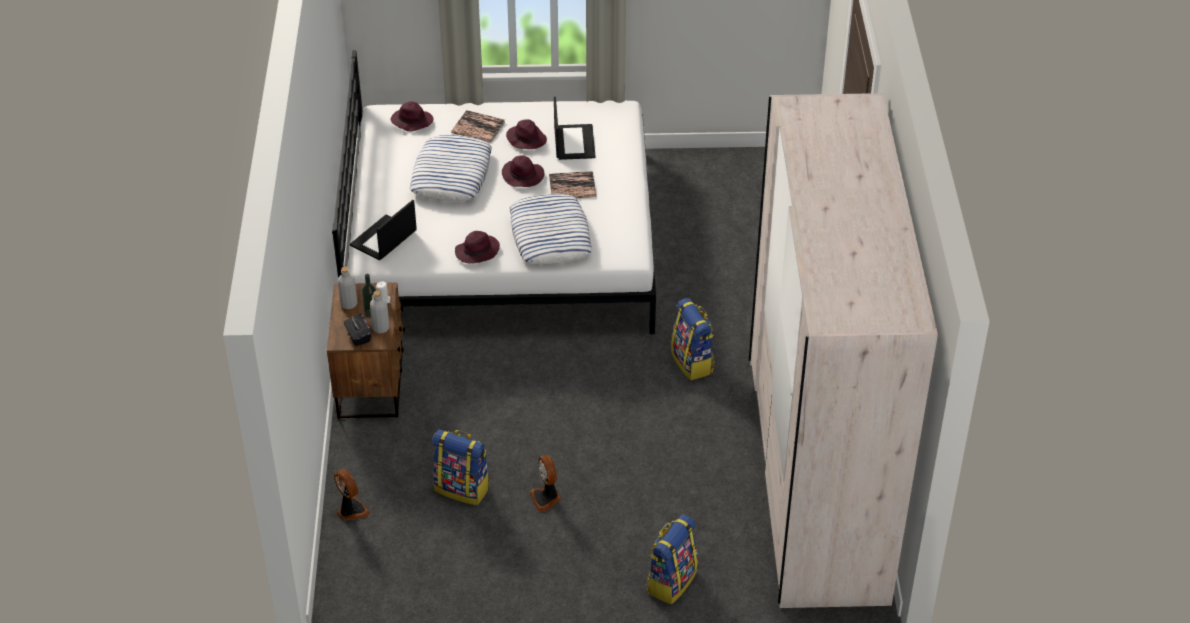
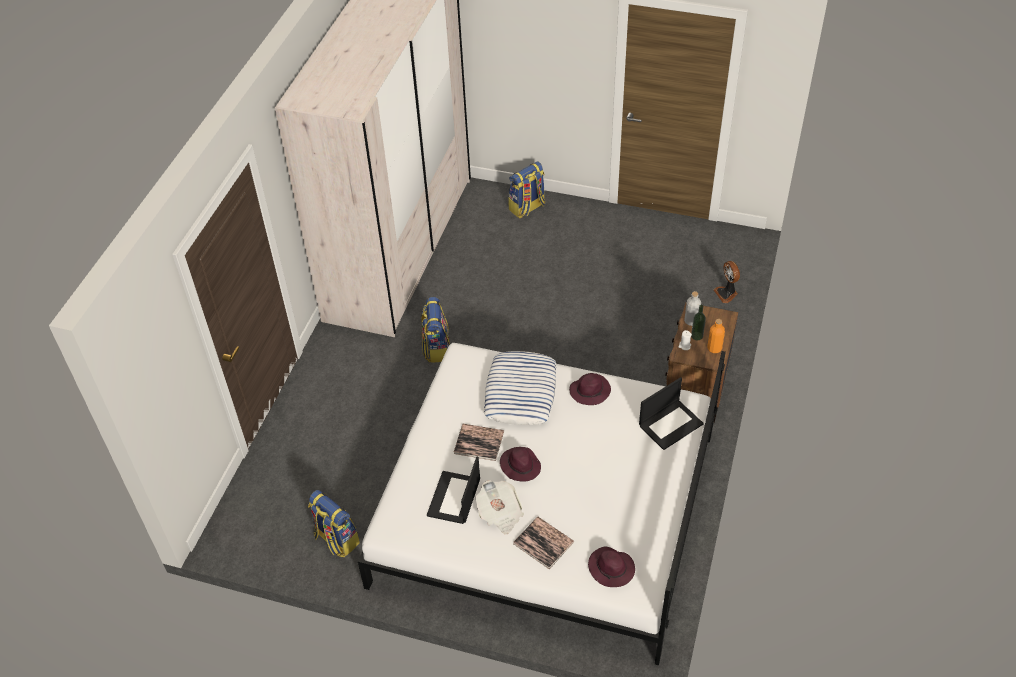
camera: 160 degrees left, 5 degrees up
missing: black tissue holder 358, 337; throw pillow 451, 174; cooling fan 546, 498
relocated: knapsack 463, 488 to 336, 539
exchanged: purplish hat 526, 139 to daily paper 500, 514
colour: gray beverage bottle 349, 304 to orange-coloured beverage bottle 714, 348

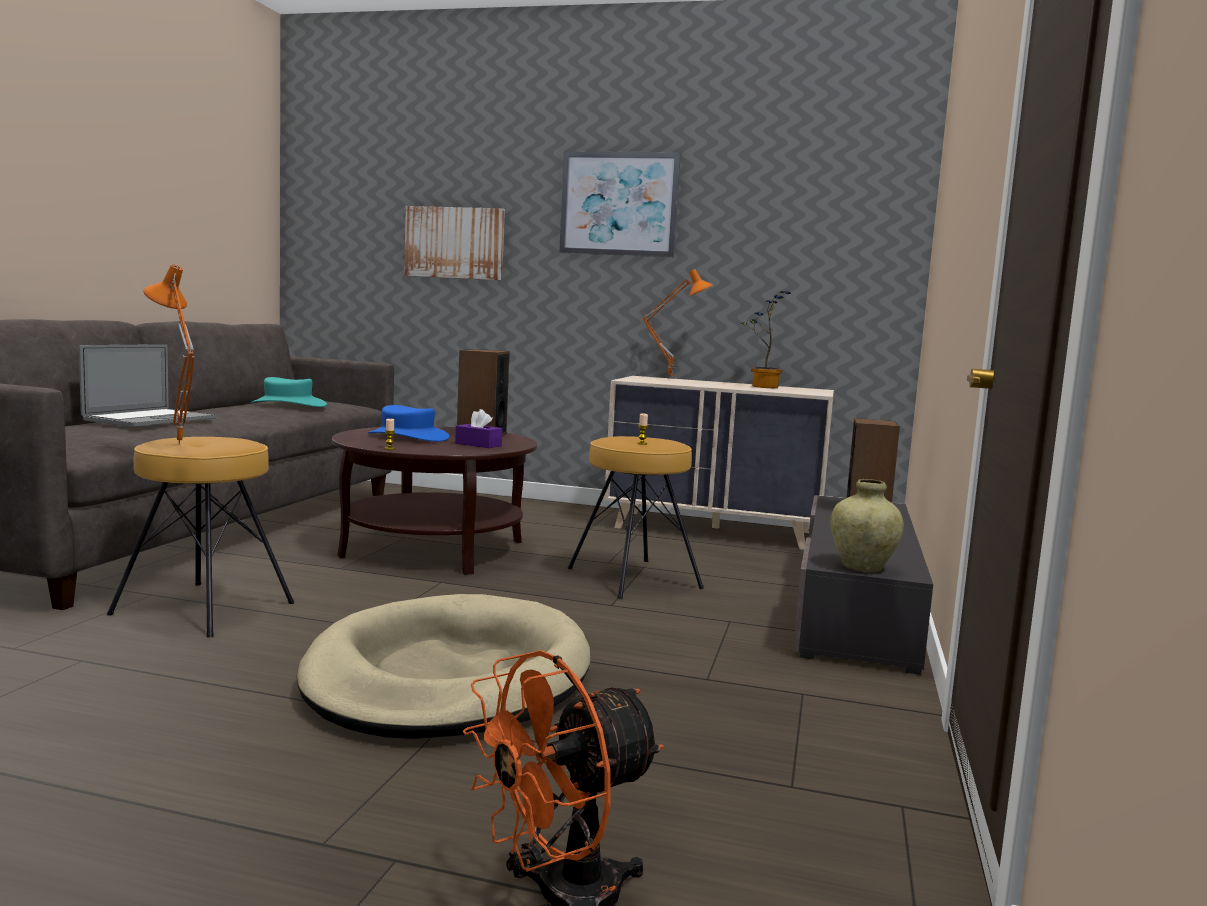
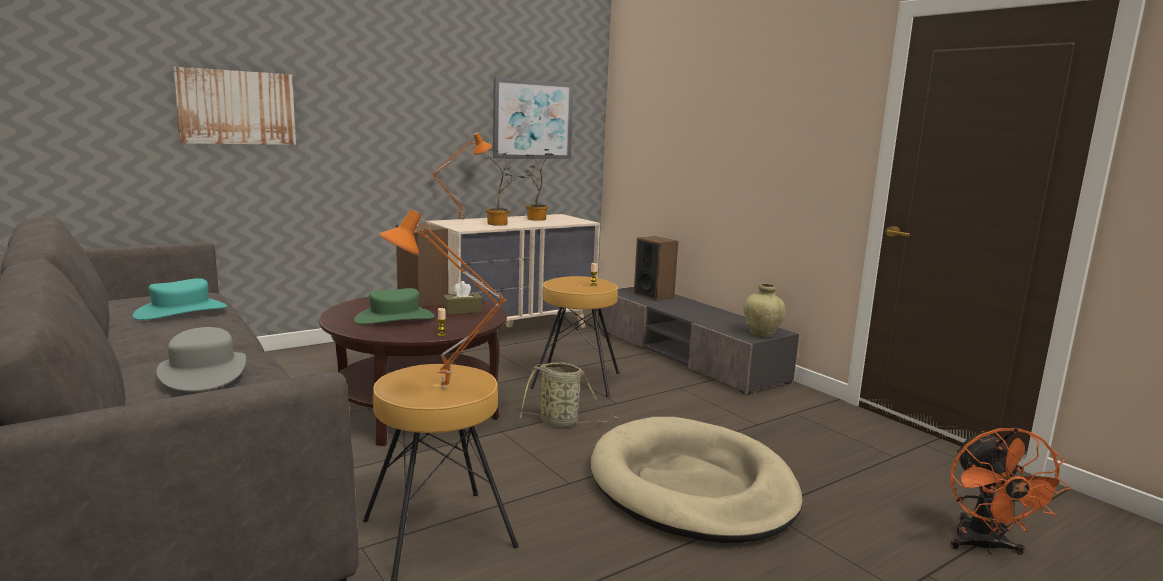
camera: 50 degrees left, 5 degrees up
appeared: plant in a pot 500, 224; household basket 562, 423
relocated: picture 619, 204 to 533, 120
exchanged: portable computer 151, 419 to gray hat 203, 372
colour: blue hat 408, 437 to greenish hat 394, 318; purplish tissue holder 478, 444 to brown tissue holder 462, 311

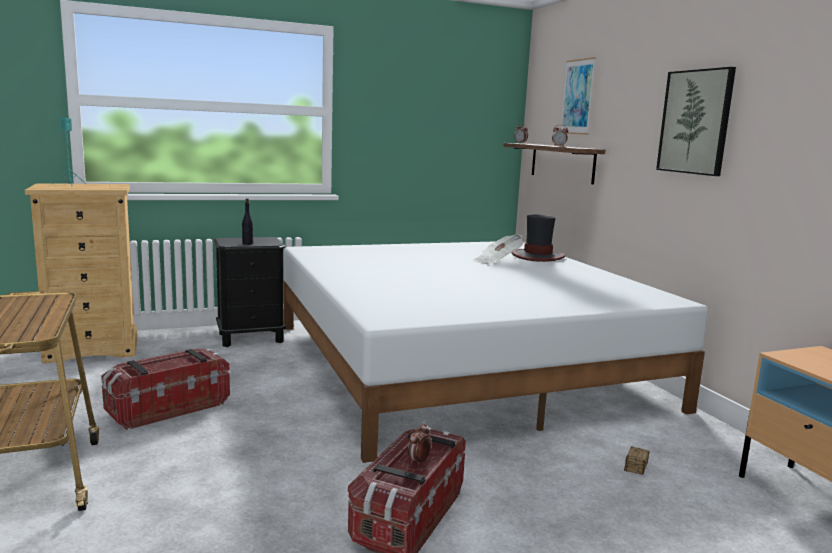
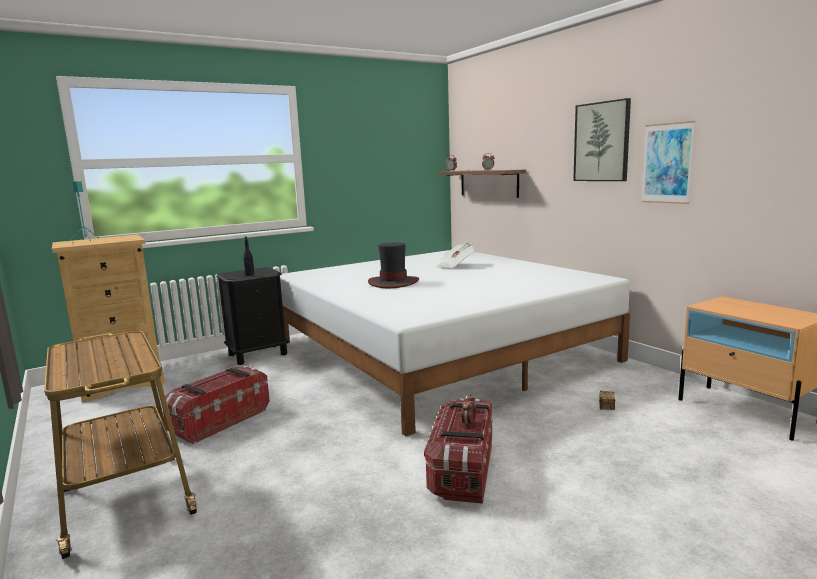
camera: 10 degrees left, 0 degrees up
relocated: hat 537, 256 to 393, 282; picture 577, 97 to 667, 163

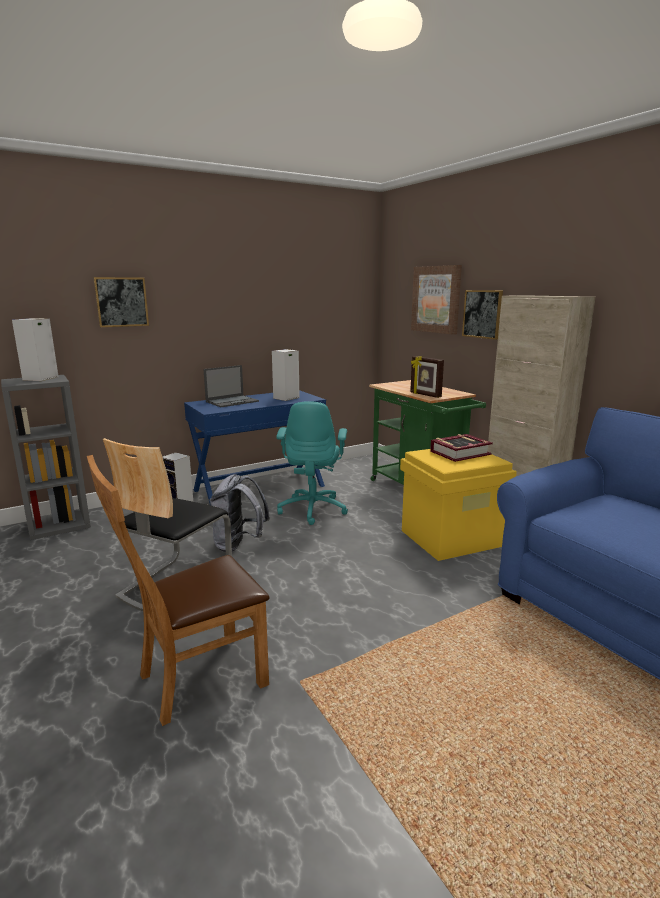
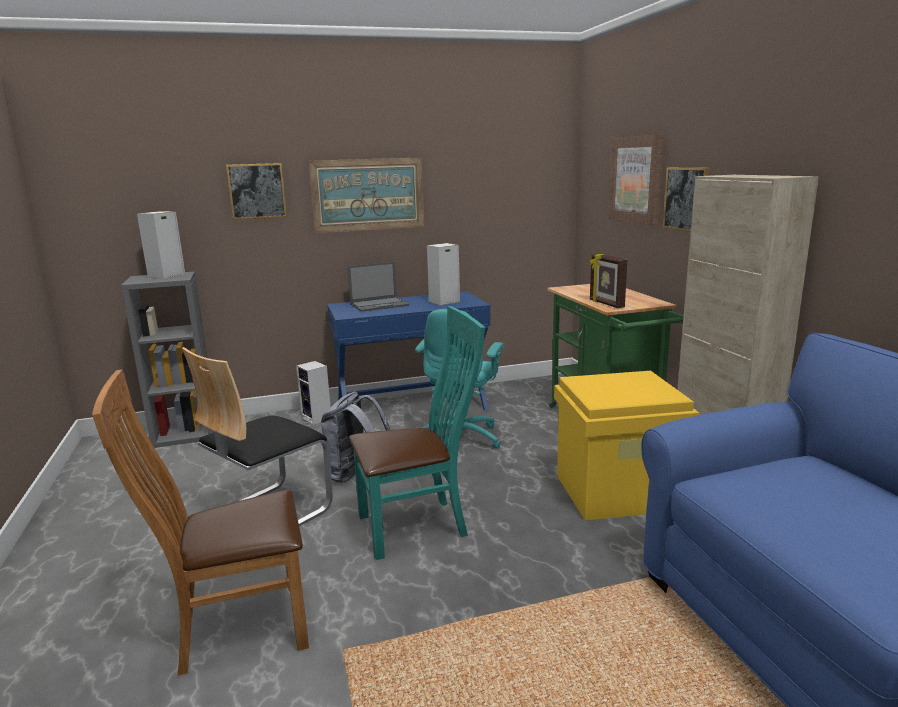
camera: 15 degrees right, 0 degrees up
missing: bound book 460, 453
appeared: picture 368, 194; blue-green plain chair 419, 525

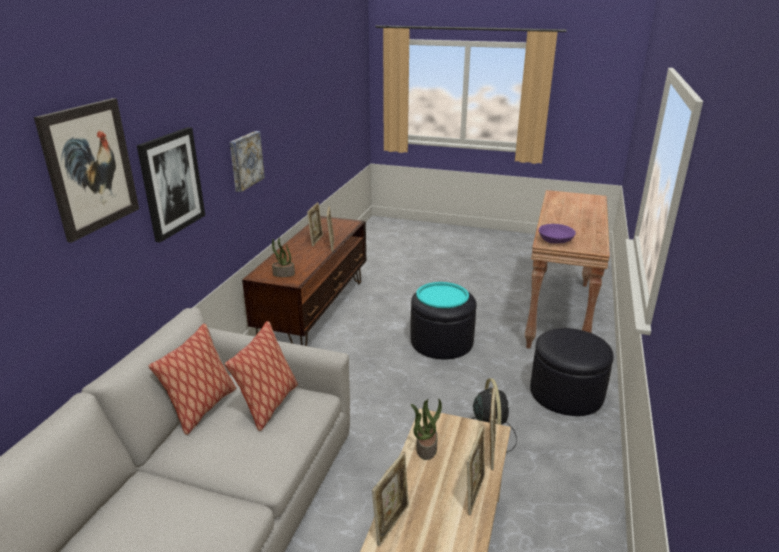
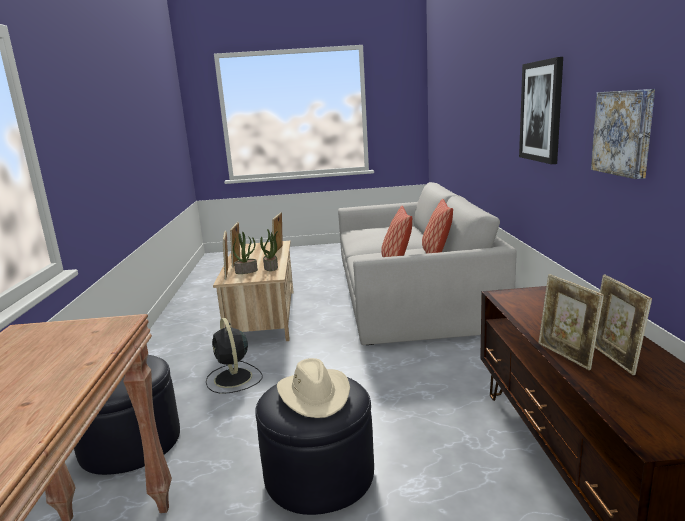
camera: 160 degrees right, 10 degrees down
missing: picture 90, 168; purplish deep dish 555, 240
relocated: plant in a pot 283, 274 to 246, 271
exchanged: blue-green serving tray 442, 296 to beige-coloured hat 315, 395

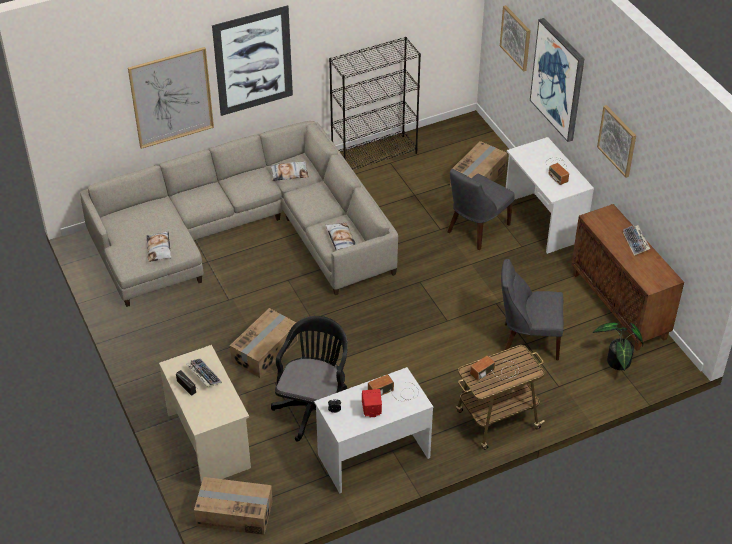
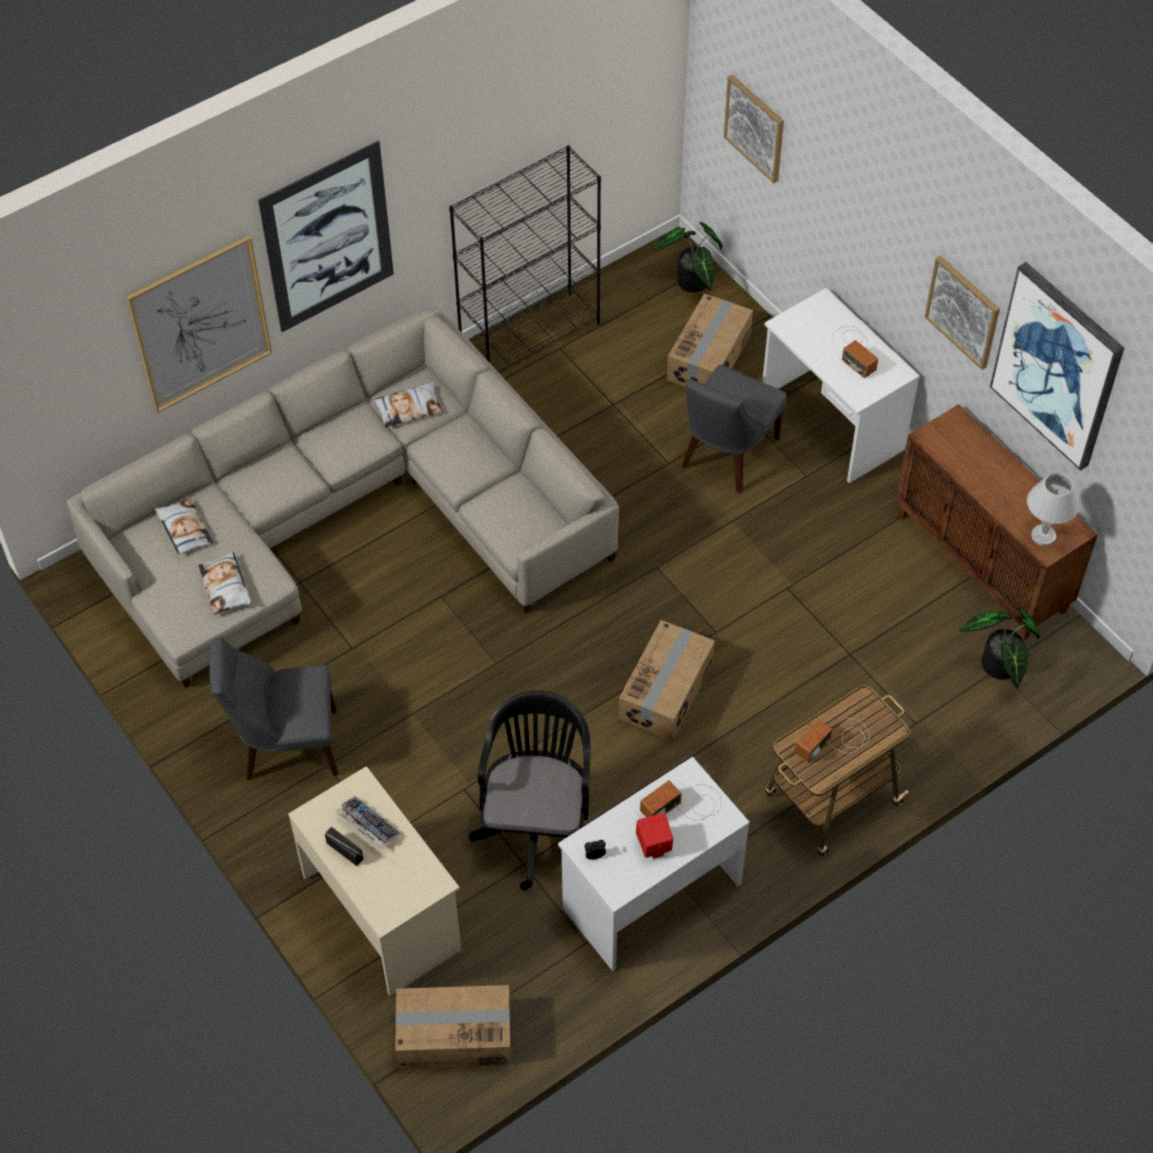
camera: 10 degrees left, 10 degrees up
missing: PC keyboard 636, 243
appeared: plant in a pot 692, 284; whitish lamp for a table 1043, 536
relocated: throw pillow 340, 238 to 184, 529; gray plain chair 527, 340 to 286, 745; cardboard box 265, 351 to 667, 691; picture 558, 79 to 1058, 365

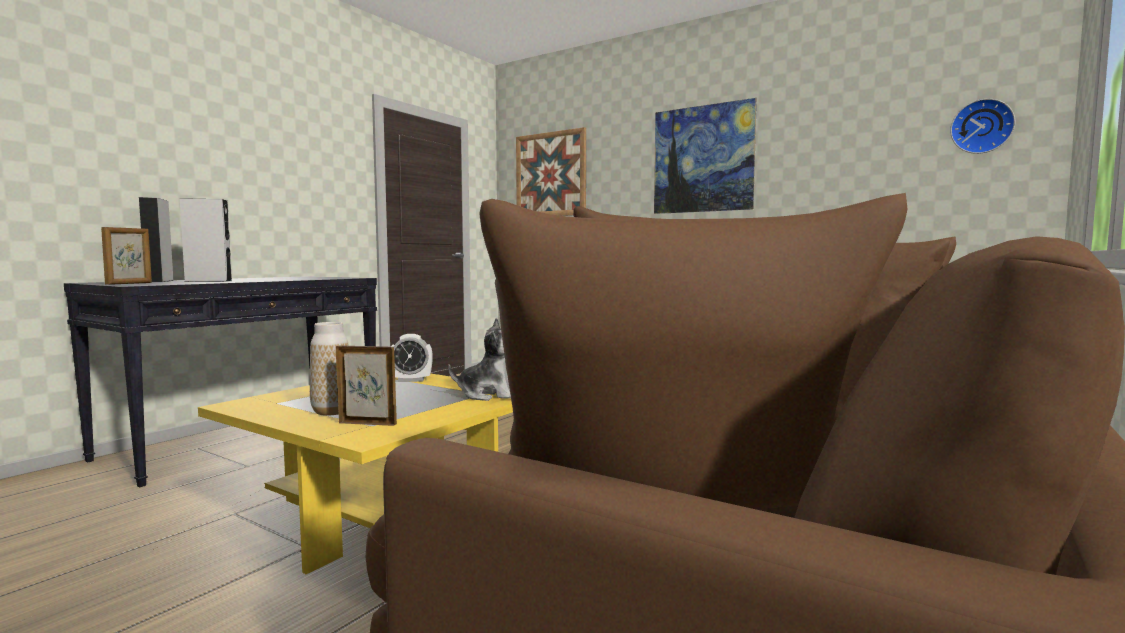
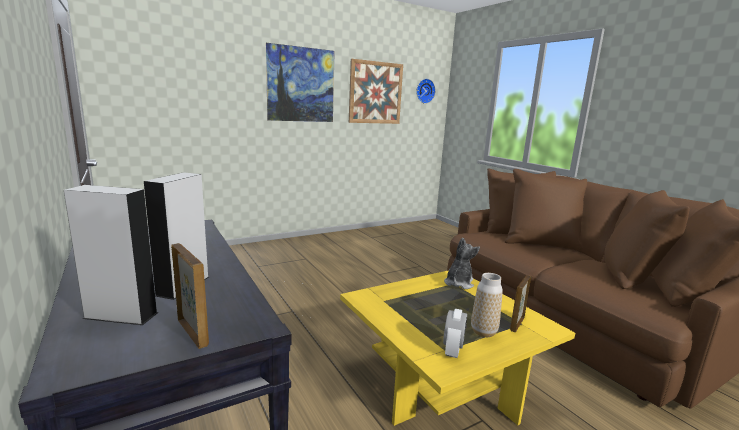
camera: 65 degrees left, 10 degrees up
relocated: picture 550, 174 to 375, 93; bedside clock 411, 380 to 452, 350

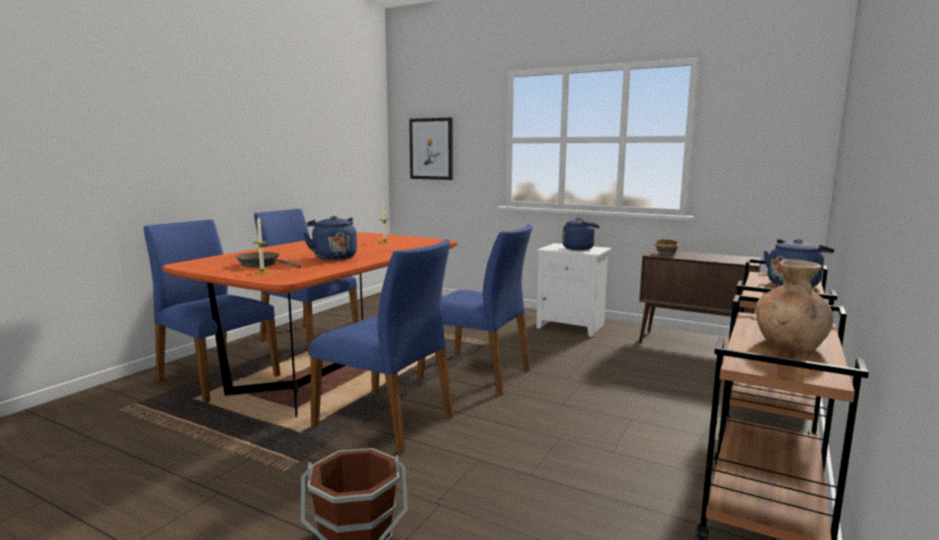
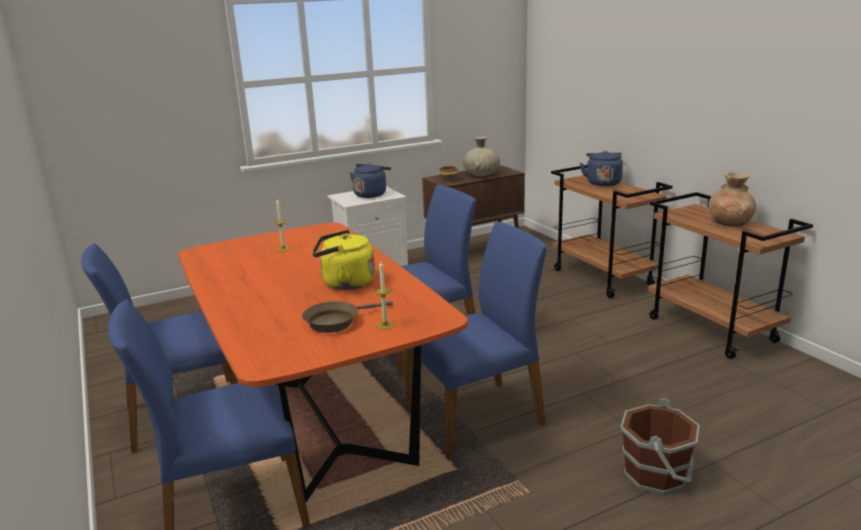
camera: 55 degrees left, 10 degrees up
missing: picture 431, 149
appeared: beige-coloured decorative vase 481, 175
colour: blue water kettle 333, 257 to yellowish water kettle 345, 283

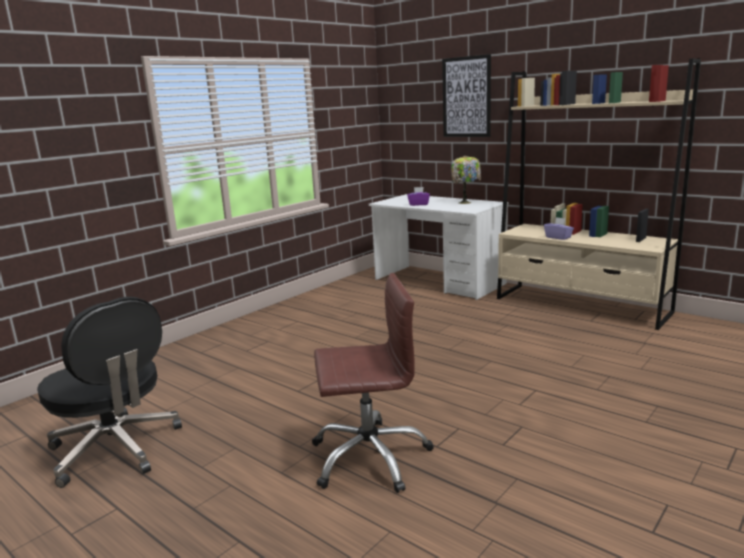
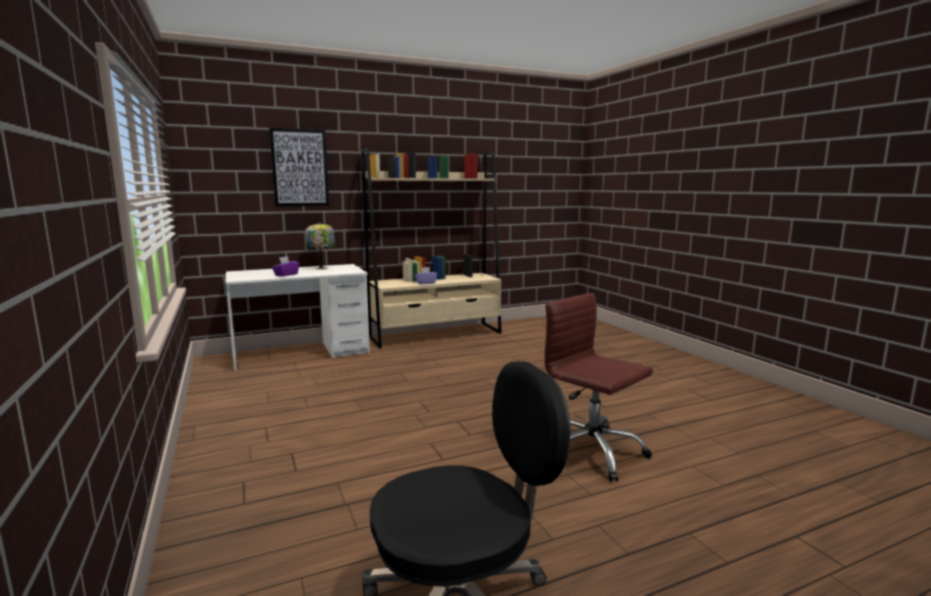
camera: 65 degrees left, 5 degrees down
spun: brown office chair 369, 456 = 591, 451 60 degrees counterclockwise

